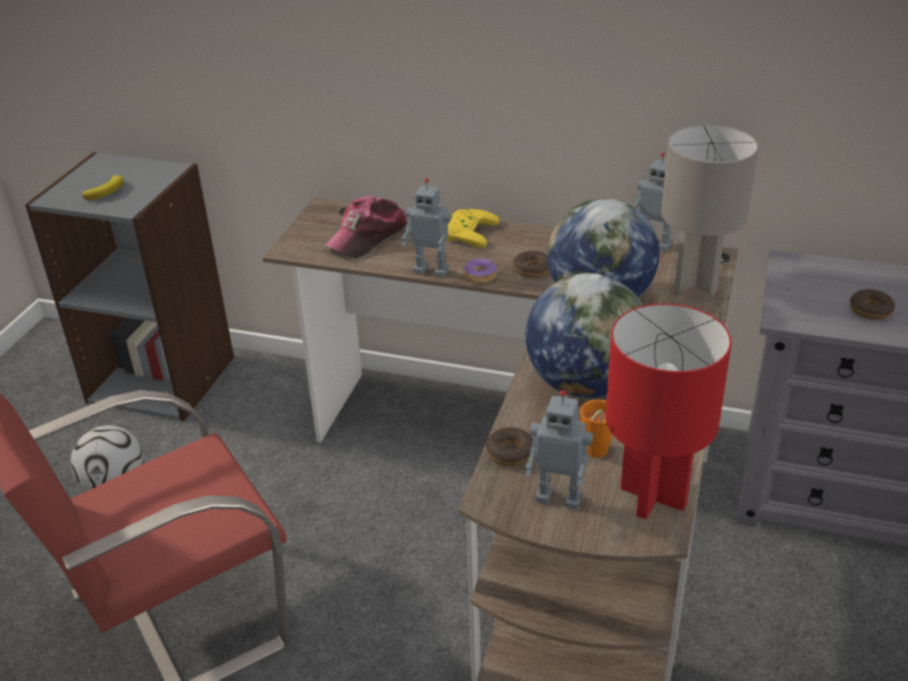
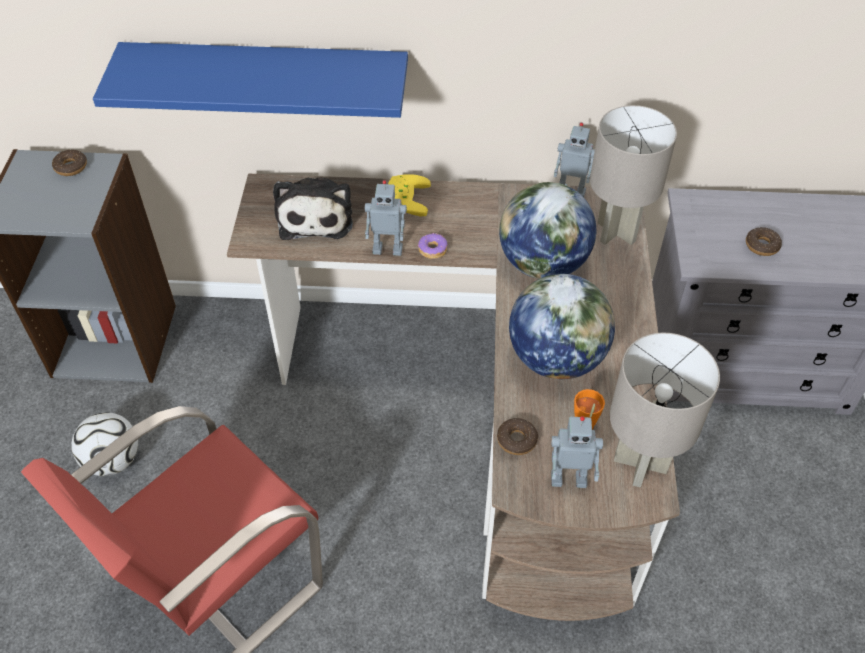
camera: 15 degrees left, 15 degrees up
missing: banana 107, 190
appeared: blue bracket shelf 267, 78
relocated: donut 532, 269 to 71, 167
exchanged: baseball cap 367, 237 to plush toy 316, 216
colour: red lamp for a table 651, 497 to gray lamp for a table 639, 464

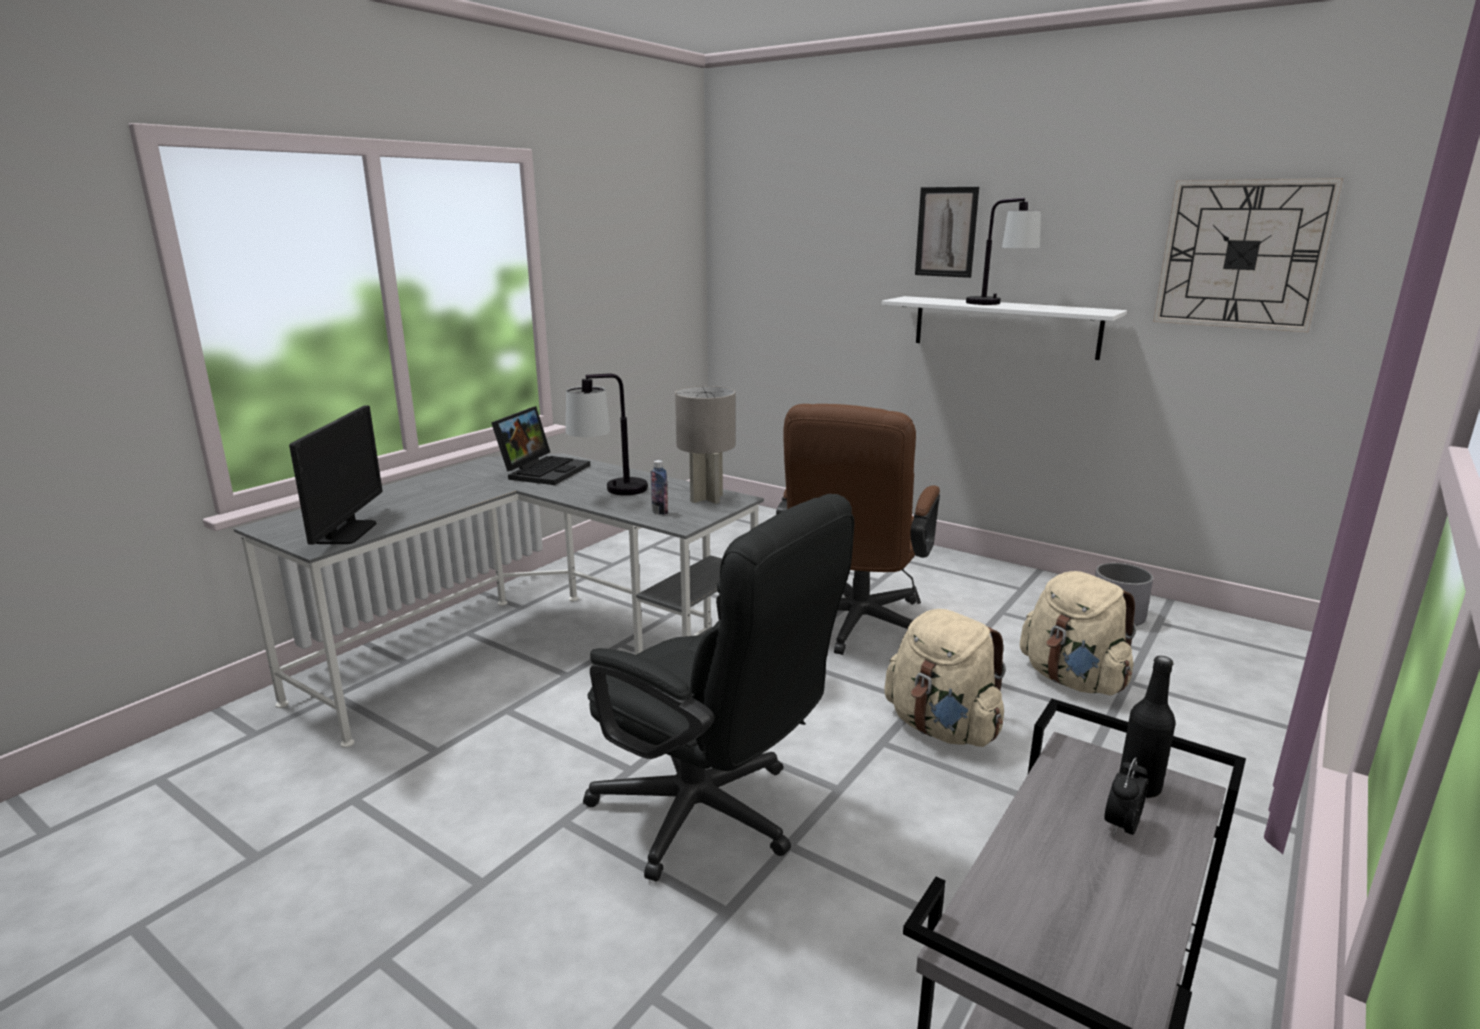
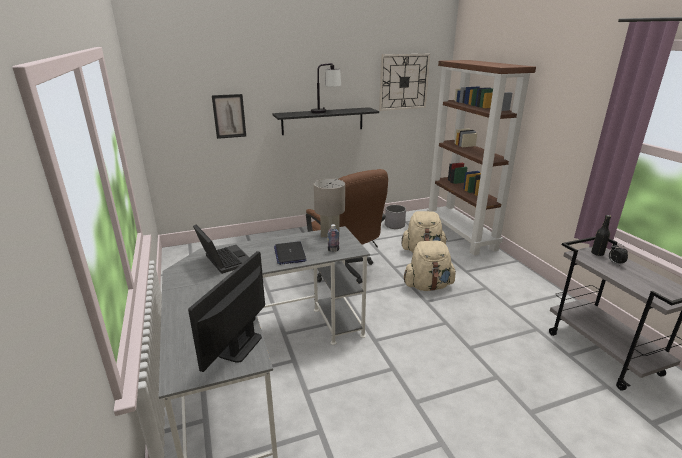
camera: 55 degrees left, 5 degrees up
missing: black office chair 712, 817
appeared: brown bookshelf 461, 235
relocated: picture 946, 232 to 229, 116
exchanged: lamp for a table 610, 493 to portable computer 290, 254
colour: whitish bracket shelf 1005, 326 to black bracket shelf 322, 121
spun: computer screen 346, 532 = 240, 346 105 degrees counterclockwise

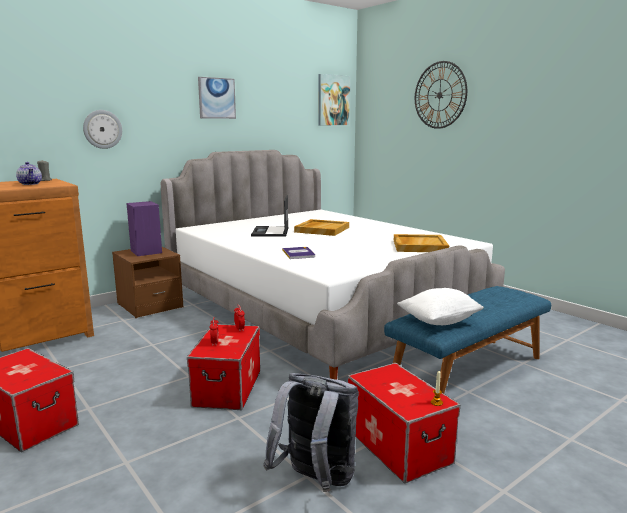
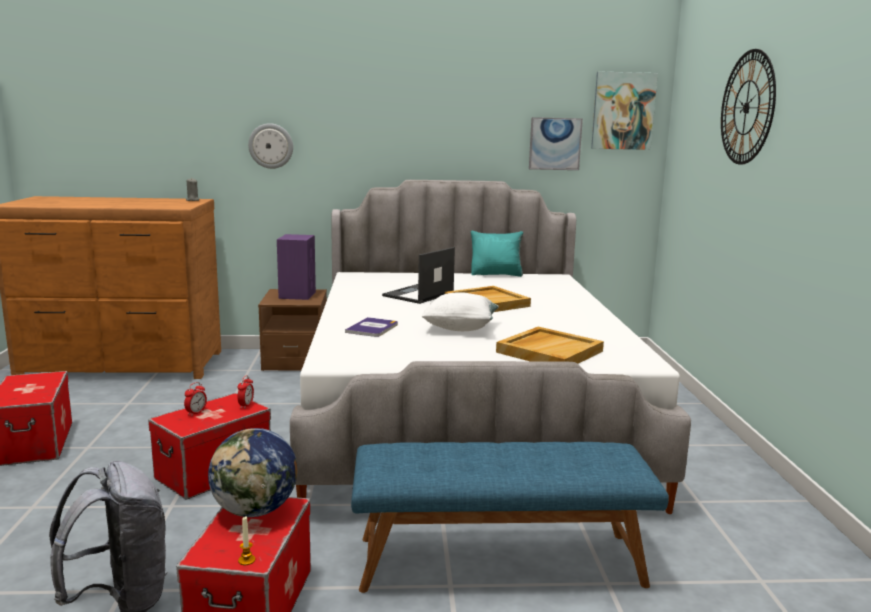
camera: 35 degrees right, 0 degrees up
missing: pot for tea 30, 184
appeared: desk globe 255, 511; blue-green throw pillow 496, 274
relocated: whitish throw pillow 439, 321 to 460, 328; picture 216, 98 to 555, 144

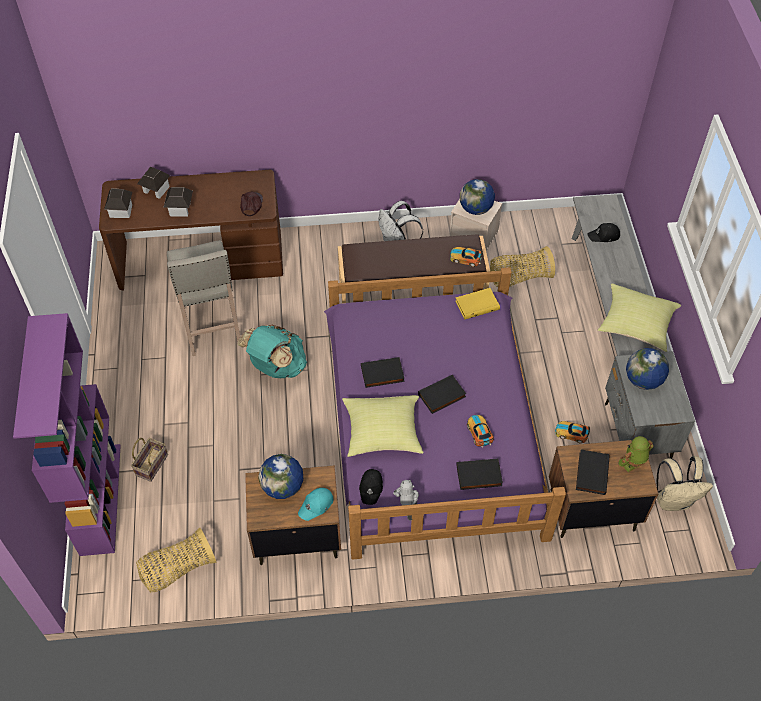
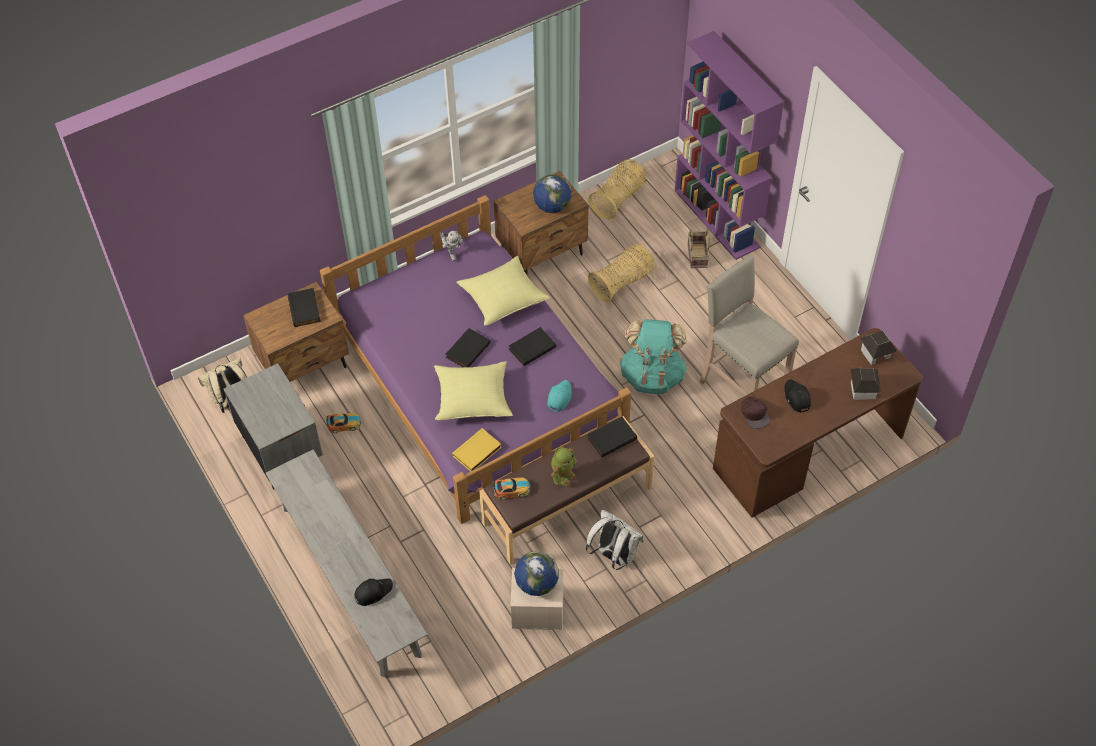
camera: 155 degrees right, 0 degrees up
missing: toy house 180, 209; toy car 479, 432; desk globe 643, 380
relocated: yellowish throw pillow 635, 326 to 473, 399; blue-green baseball cap 316, 505 to 559, 397; toy robot 632, 464 to 563, 475; black bound book 478, 476 to 611, 437; household basket 519, 278 to 622, 282; black baseball cap 371, 488 to 796, 398

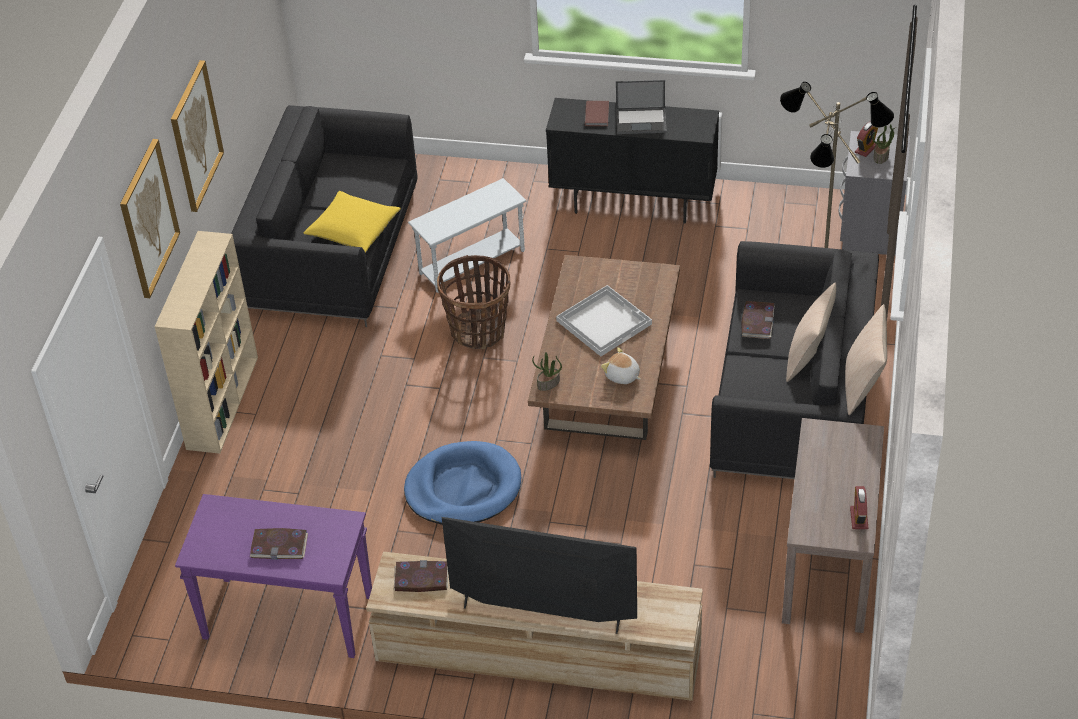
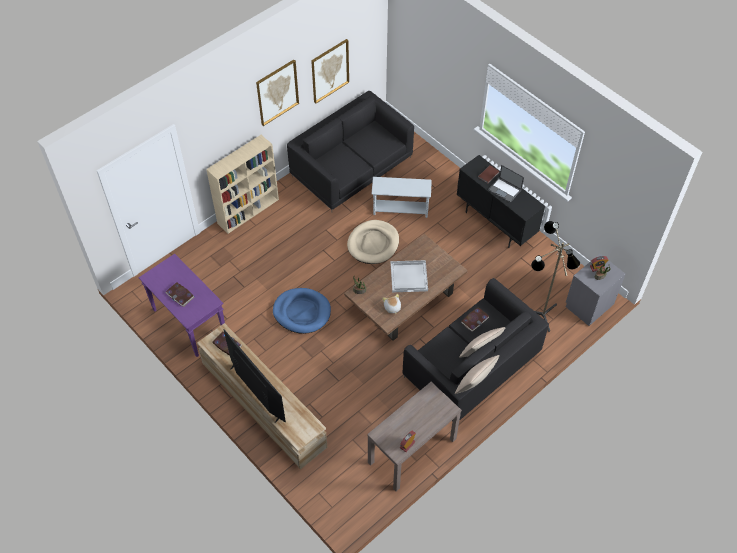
camera: 35 degrees right, 10 degrees up
missing: yellowish throw pillow 353, 230
relocated: picture 148, 218 to 330, 71
exchanged: household basket 478, 331 to beige-coloured dog cushion 373, 244

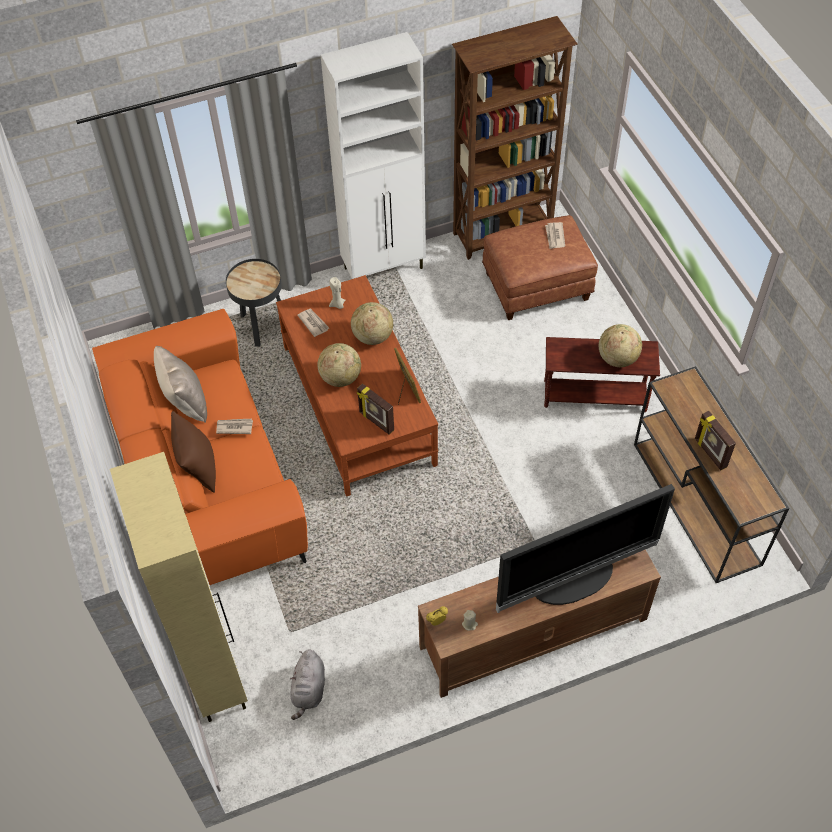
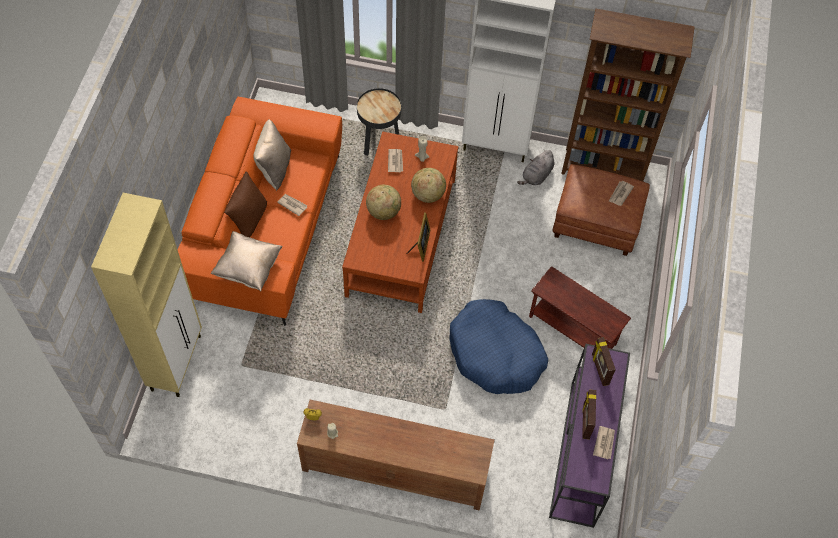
camera: 30 degrees right, 5 degrees up
missing: TV set 573, 581; desk globe 617, 358
appeared: beige-coloured throw pillow 248, 268; blue dog cushion 495, 353; daily paper 604, 443
relocated: gray plush toy 309, 690 to 536, 176; photo frame 376, 422 to 599, 369
colour: brown narrow table 697, 504 to purplish narrow table 582, 454

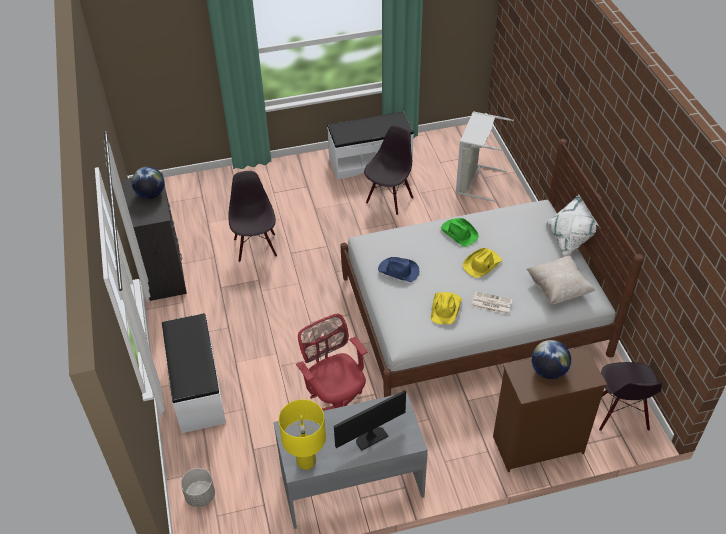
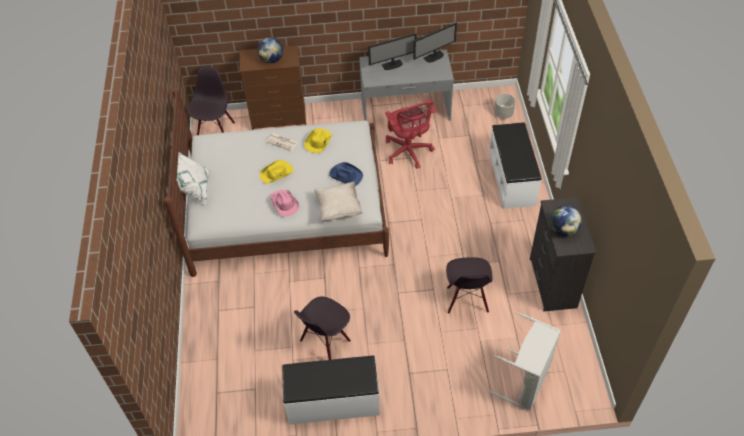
camera: 170 degrees left, 5 degrees up
relocated: beige-coloured throw pillow 558, 289 to 339, 208; gray hamper 475, 181 to 525, 382
exchanged: yellowish lamp for a table 306, 462 to computer screen 434, 57
colour: greenish hat 459, 233 to pink-coloured hat 284, 203

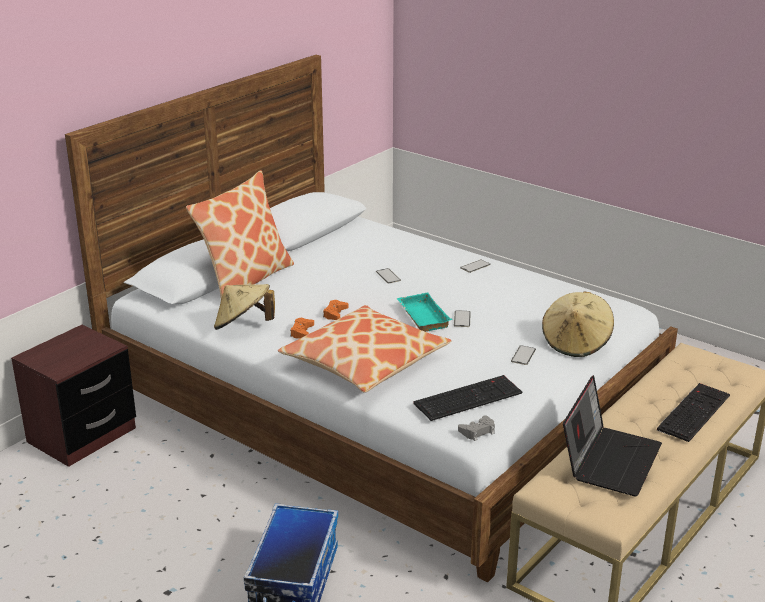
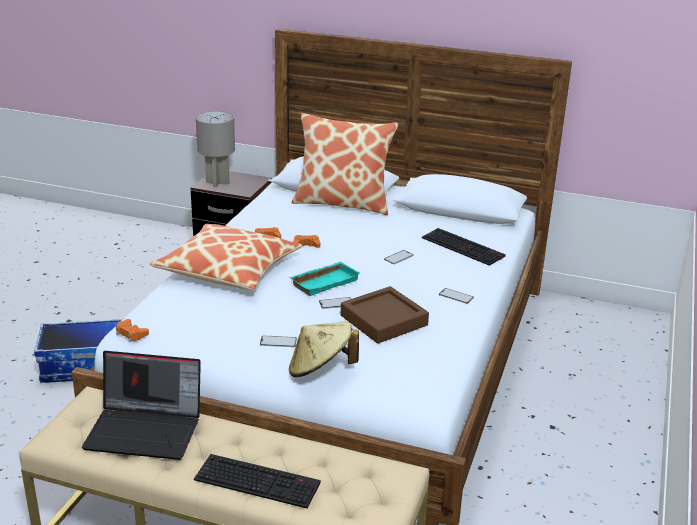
camera: 70 degrees right, 0 degrees up
missing: beige-coloured hat 243, 325
appeared: gray lamp for a table 218, 183; brown serving tray 383, 320
relocated: PC keyboard 468, 397 to 464, 247
colour: gray gamepad 477, 431 to orange-coloured gamepad 131, 333

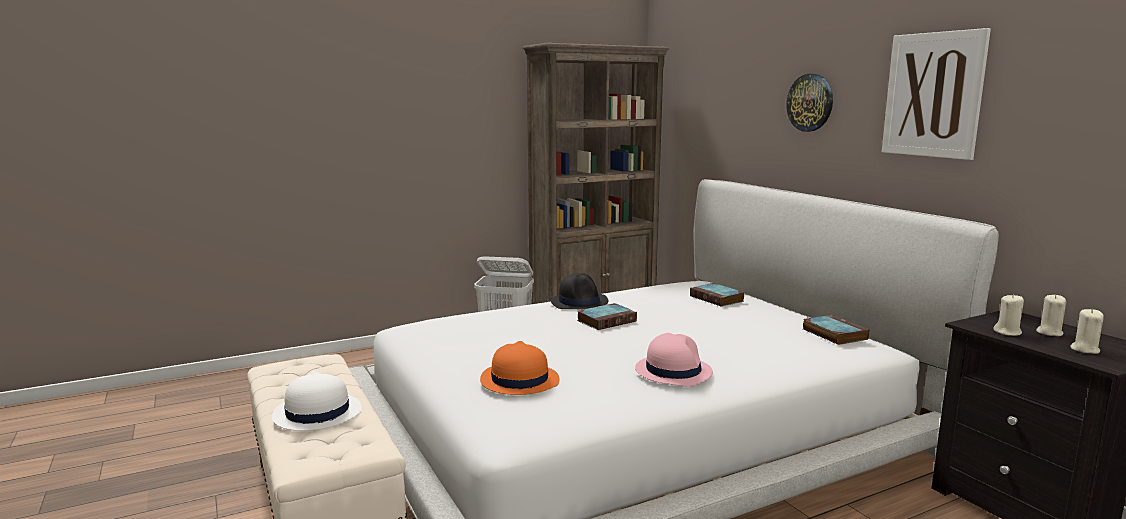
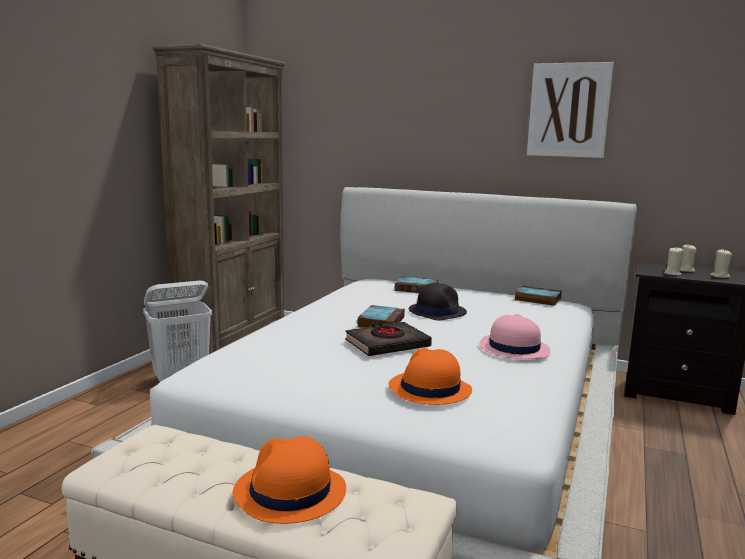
camera: 40 degrees left, 0 degrees up
missing: wall clock 810, 102
appeared: black bound book 387, 344
relocated: black hat 579, 302 to 437, 311
colour: whitish hat 317, 413 to orange-coloured hat 289, 492

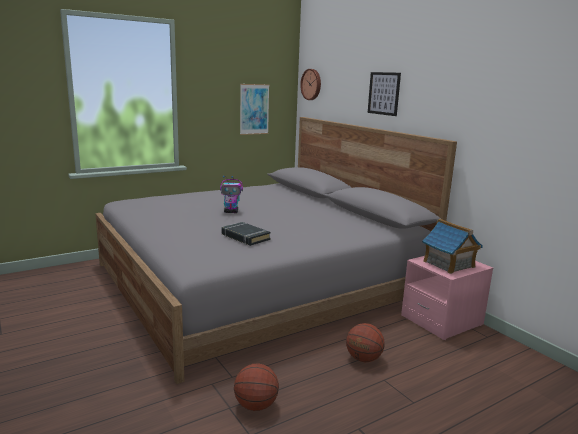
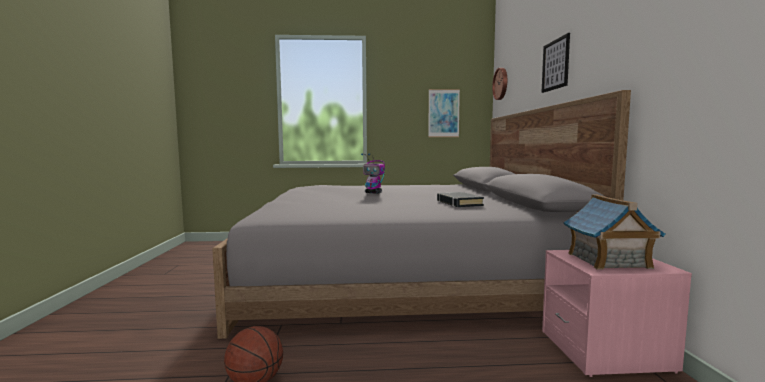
camera: 30 degrees right, 10 degrees down
missing: basketball ball 363, 359
relocated: black bound book 245, 237 to 458, 203

